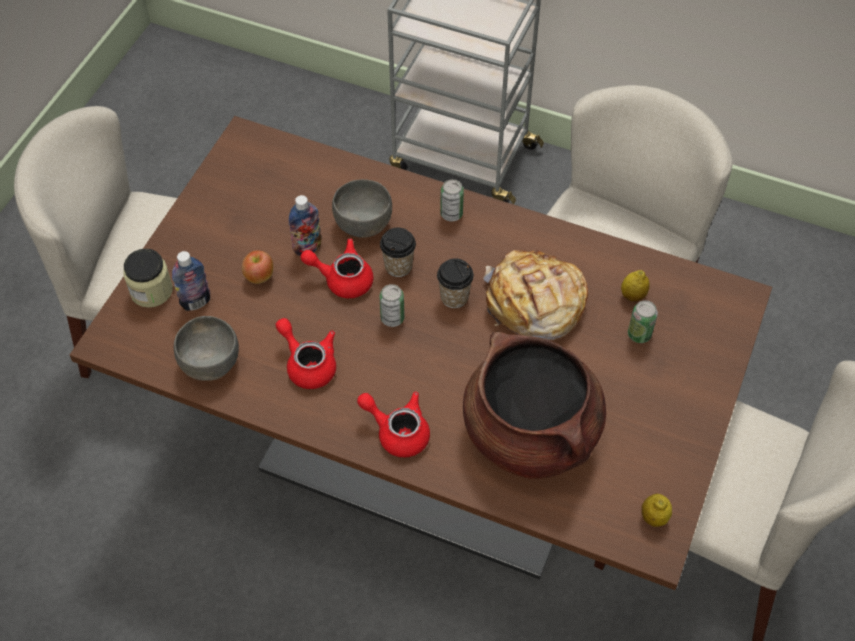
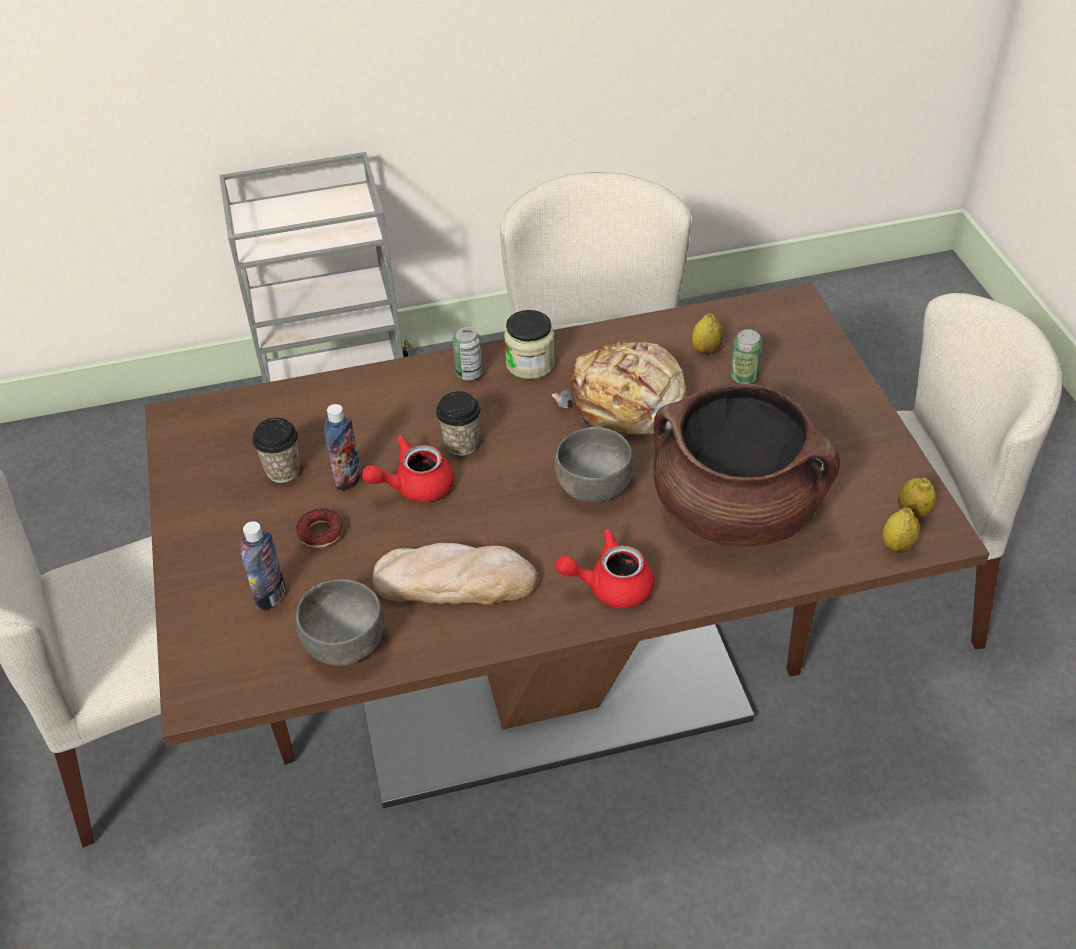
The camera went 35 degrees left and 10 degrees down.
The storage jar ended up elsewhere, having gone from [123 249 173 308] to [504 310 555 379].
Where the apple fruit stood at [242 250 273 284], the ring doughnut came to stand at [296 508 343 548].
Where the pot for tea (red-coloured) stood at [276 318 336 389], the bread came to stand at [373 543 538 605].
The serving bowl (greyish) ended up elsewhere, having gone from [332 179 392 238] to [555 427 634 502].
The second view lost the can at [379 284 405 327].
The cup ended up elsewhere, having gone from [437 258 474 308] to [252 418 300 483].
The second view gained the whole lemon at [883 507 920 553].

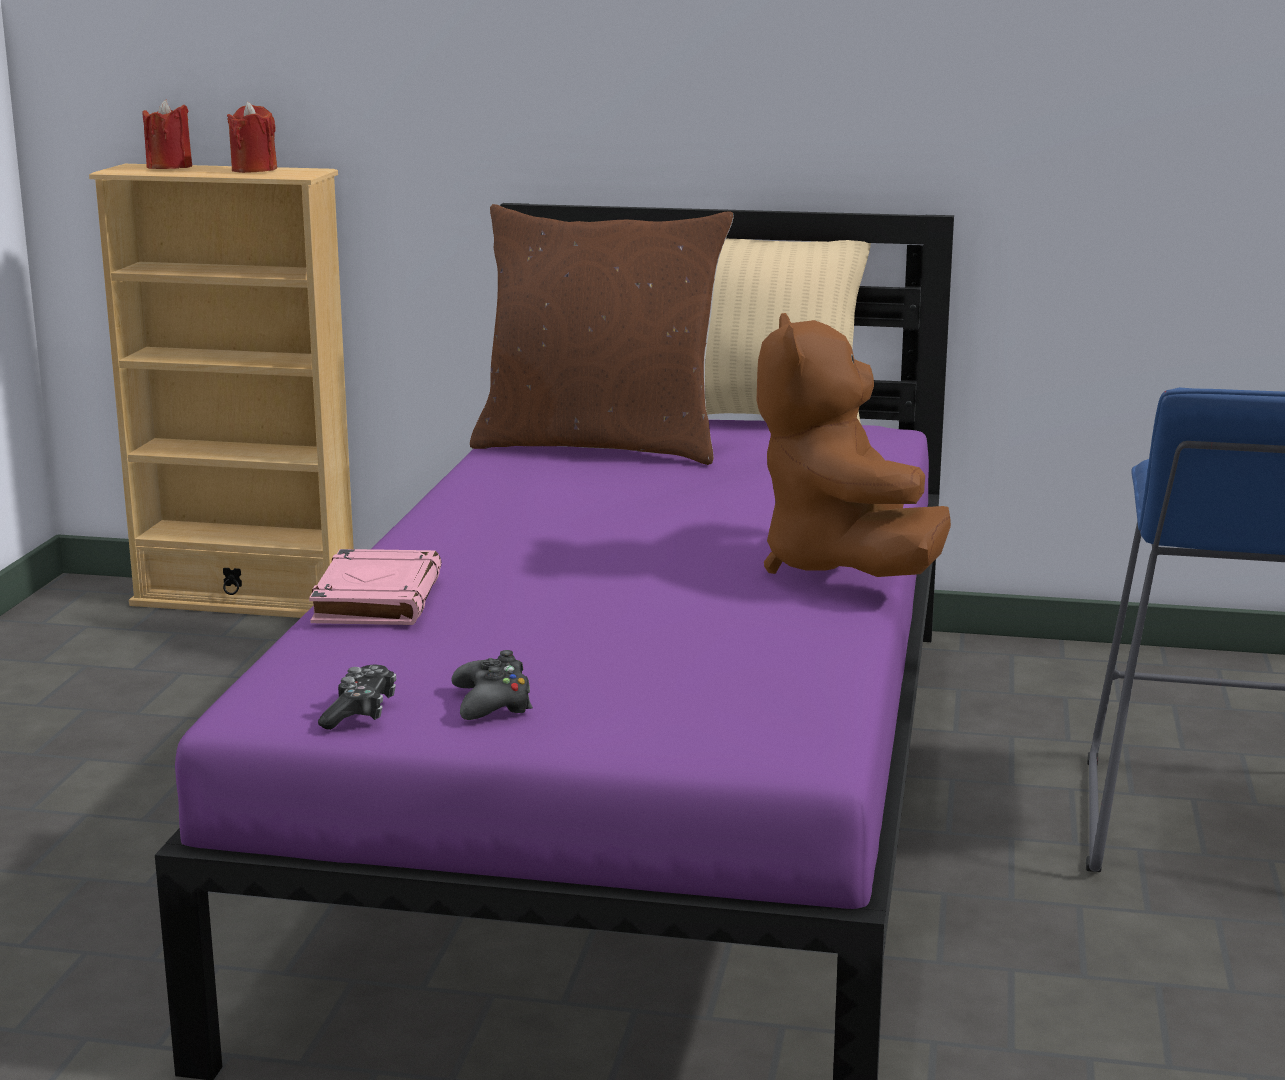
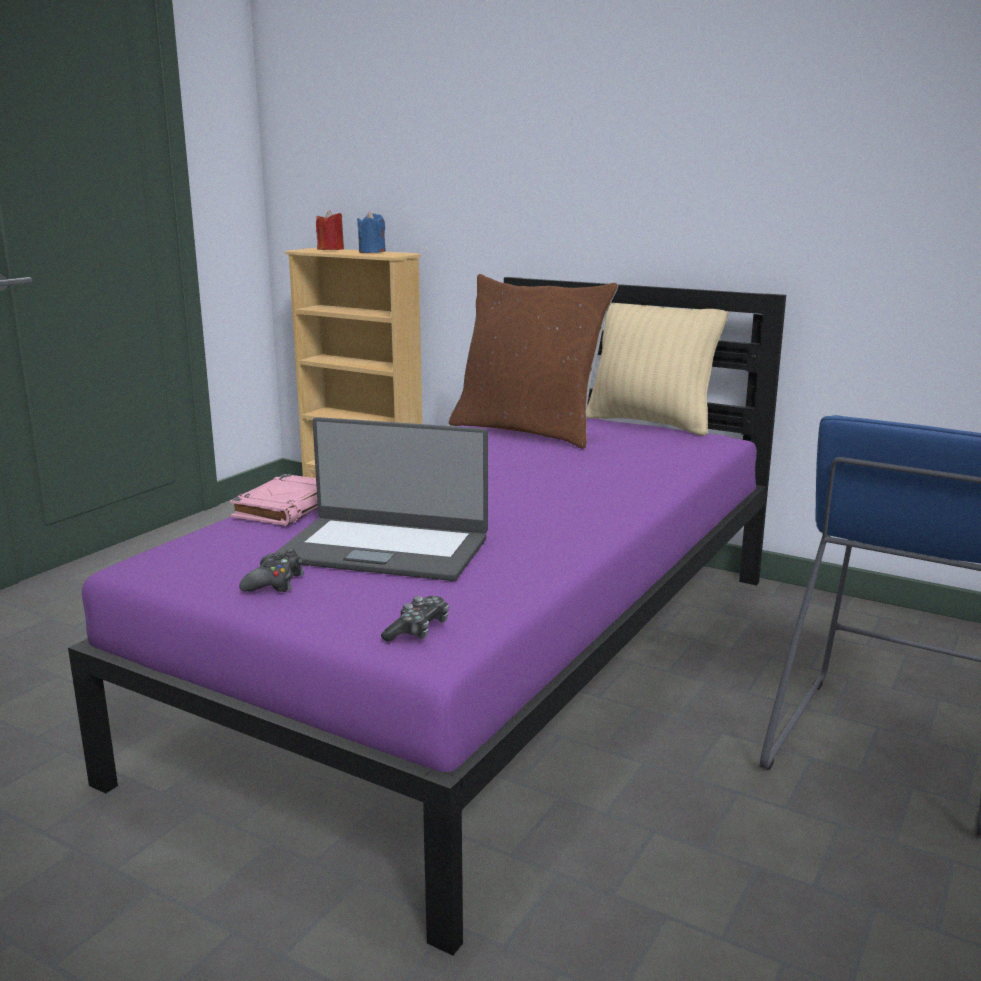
The camera went 20 degrees right and 0 degrees up.
What was the candle (red-coloured) at [227 102 277 173] turned into the candle (blue-coloured) at [357 211 386 253].
The joypad ended up elsewhere, having gone from [318 665 396 730] to [381 596 449 641].
The second view lost the plush toy (brown-coloured) at [757 313 951 577].
The second view gained the portable computer at [275 417 488 581].

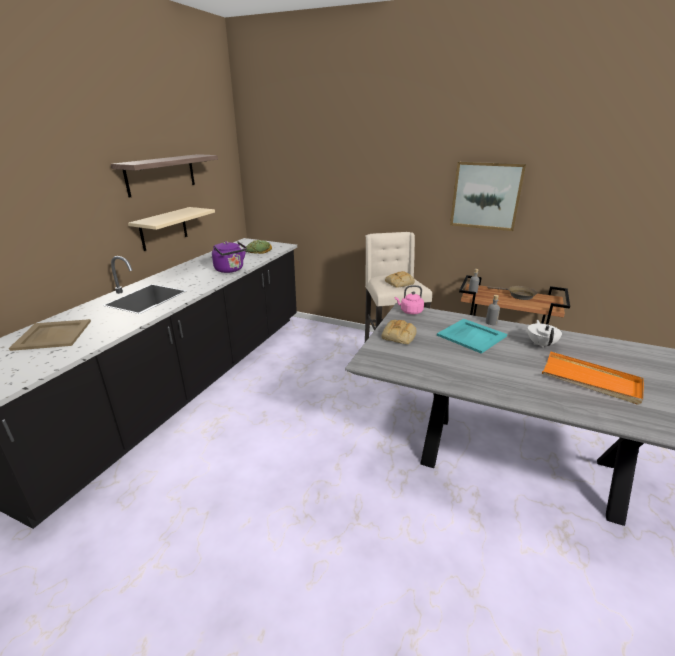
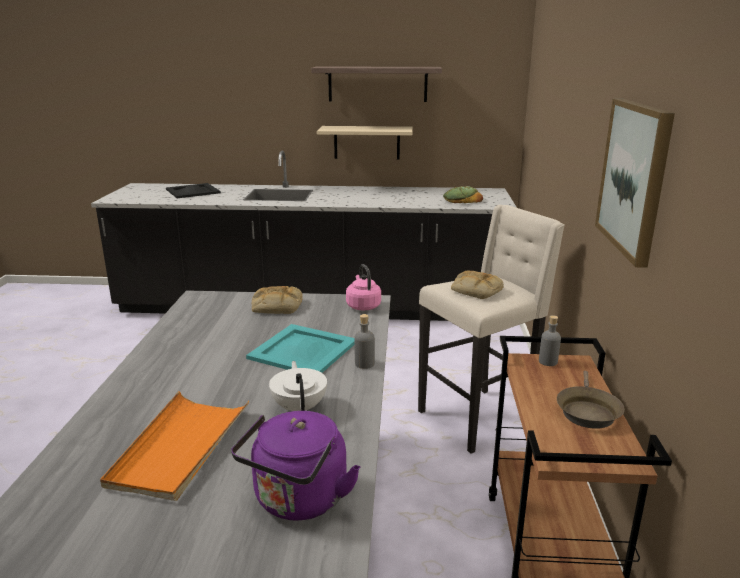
The camera went 70 degrees right and 5 degrees down.
What was the carrying tray (beige) at [9 319 91 351] turned into the carrying tray (black-coloured) at [166 183 221 198].
The tea kettle (purple-coloured) ended up elsewhere, having gone from [212 241 247 273] to [231 411 360 521].
The pot for tea (white) at [528 320 562 348] ended up facing another way, 90 degrees counterclockwise from before.

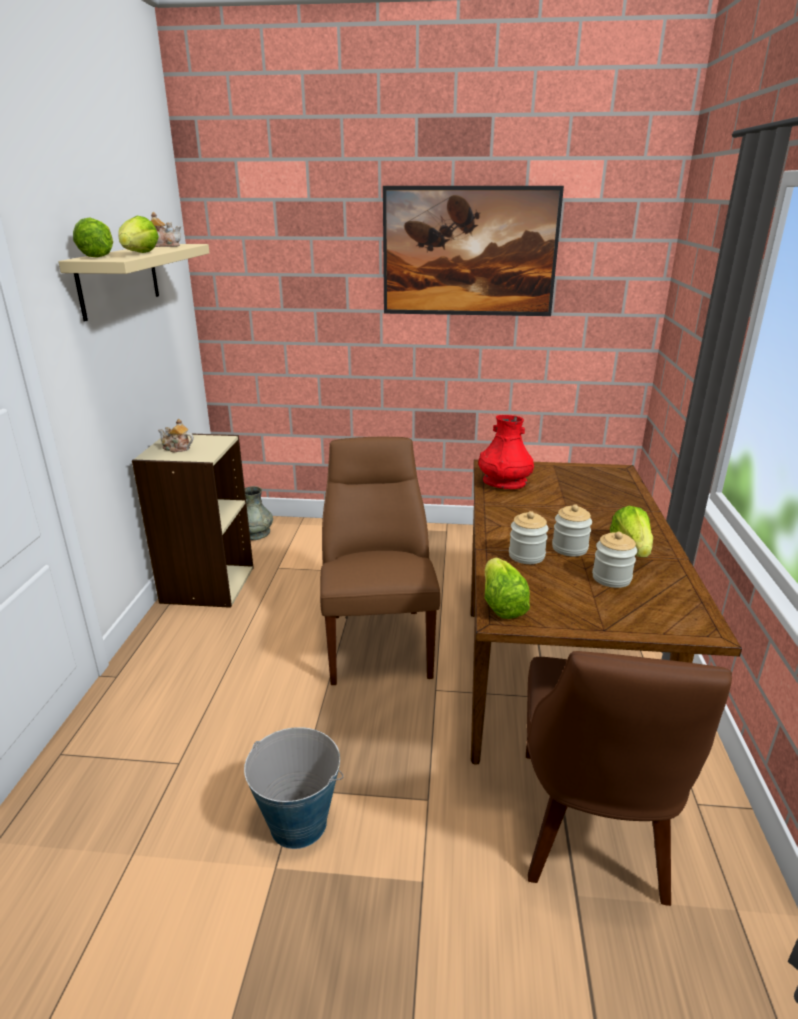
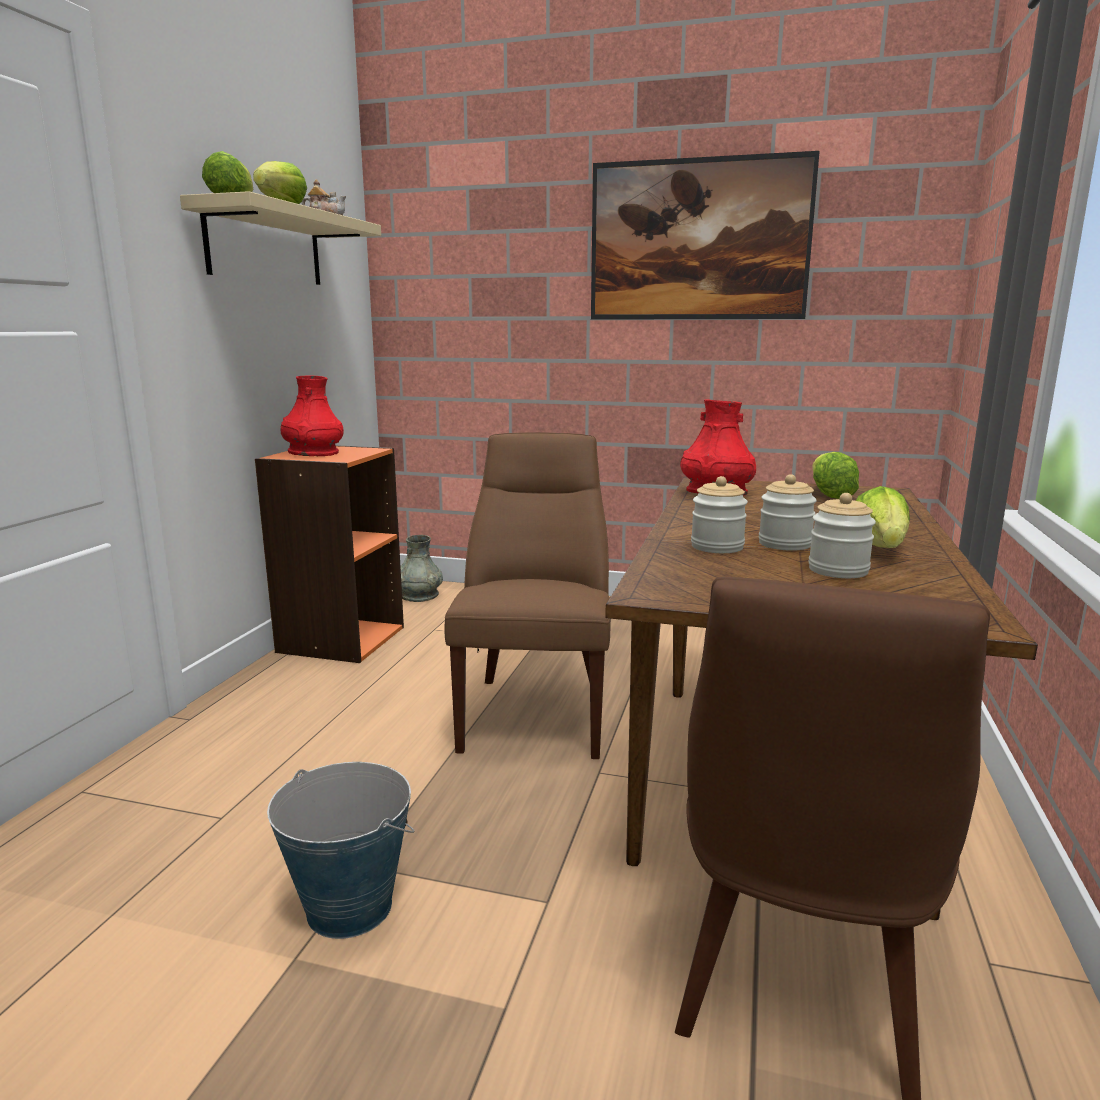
The camera went 10 degrees right and 10 degrees down.
What was the bookshelf (beige) at [132 433 254 608] turned into the bookshelf (orange-coloured) at [255 445 404 663].
Where the pot for tea stood at [158 419 194 452], the decorative vase (red-coloured) came to stand at [281 375 344 456].
The lettuce ended up elsewhere, having gone from [485 557 530 619] to [813 452 859 499].

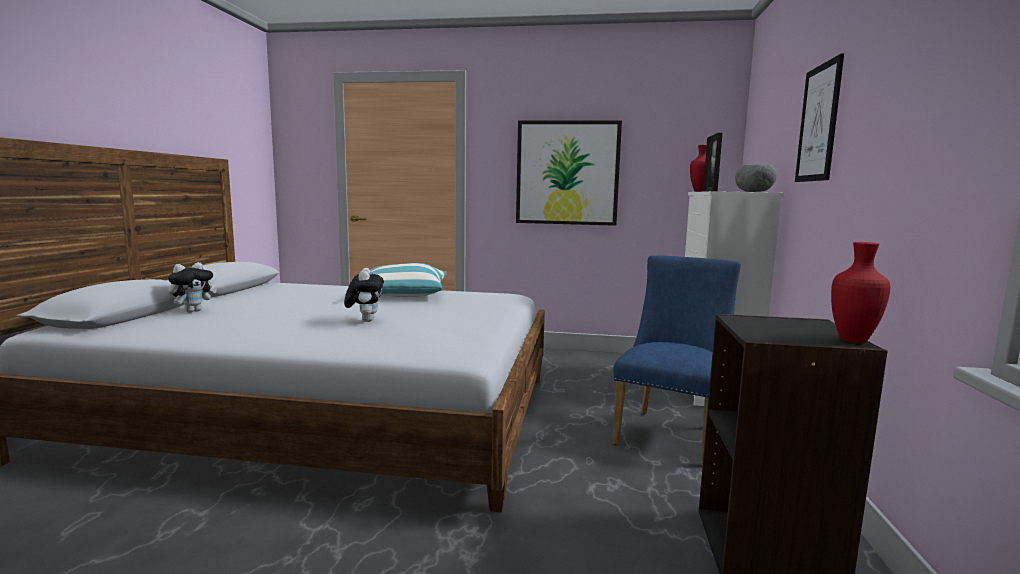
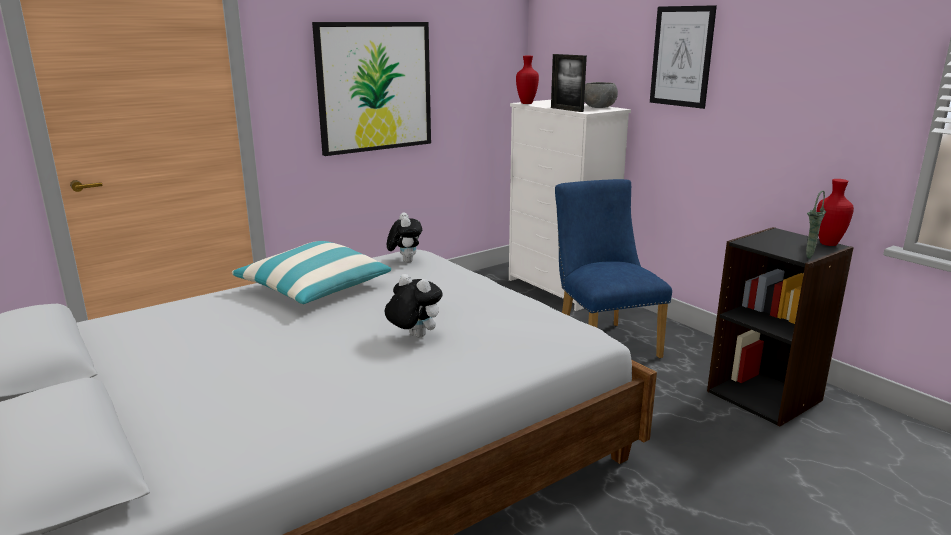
The camera went 45 degrees left and 10 degrees up.
The plush toy ended up elsewhere, having gone from [168 262 217 313] to [387 212 422 263].
The second view gained the decorative vase (greenish) at [806 190 826 259].

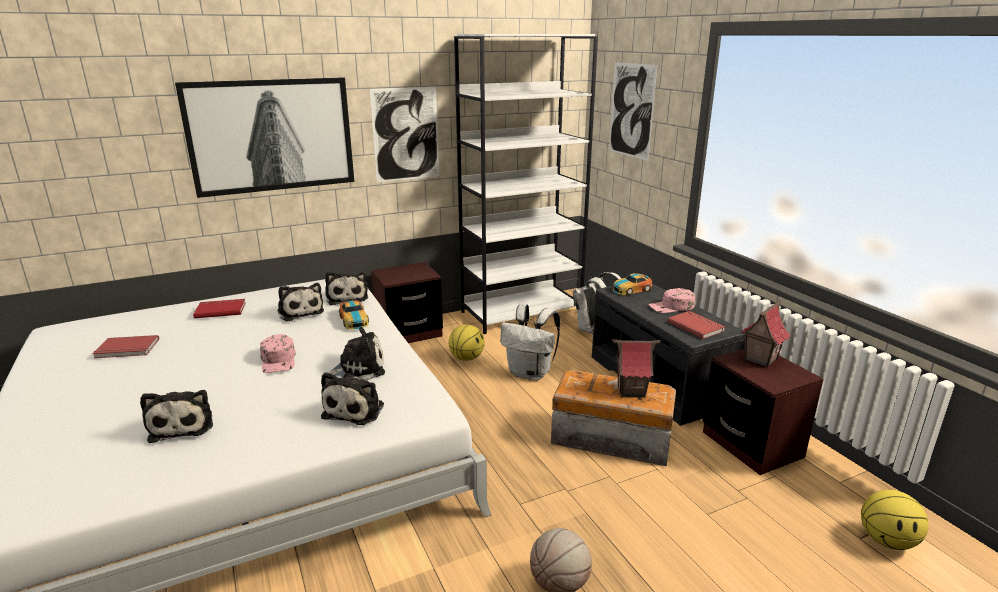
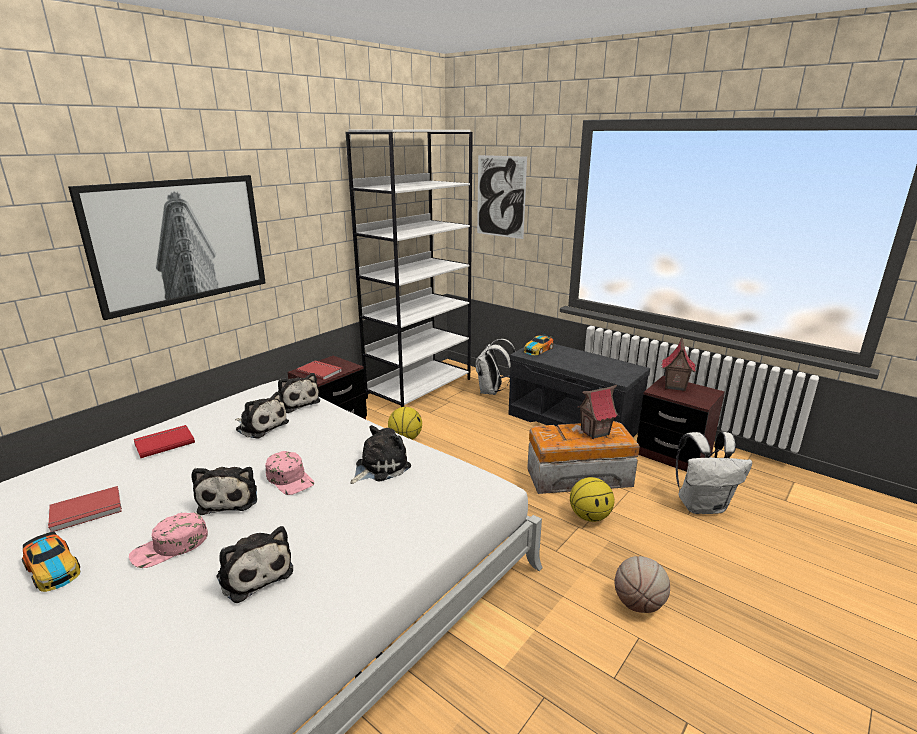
The camera went 25 degrees left and 0 degrees up.
The plush toy ended up elsewhere, having gone from [321 372 384 425] to [191 467 257 515].
The toy car ended up elsewhere, having gone from [339 299 369 330] to [22 532 80 592].
The second view lost the wall art at [370 87 439 182].
The knapsack (white) ended up elsewhere, having gone from [500 304 560 381] to [676 432 752 514].
The cap (pink-coloured) ended up elsewhere, having gone from [649 288 695 313] to [129 512 208 568].
The volume (red-coloured) ended up elsewhere, having gone from [667 311 725 339] to [296 361 342 380].
The ball for basketball ended up elsewhere, having gone from [861 490 929 550] to [570 477 614 522].

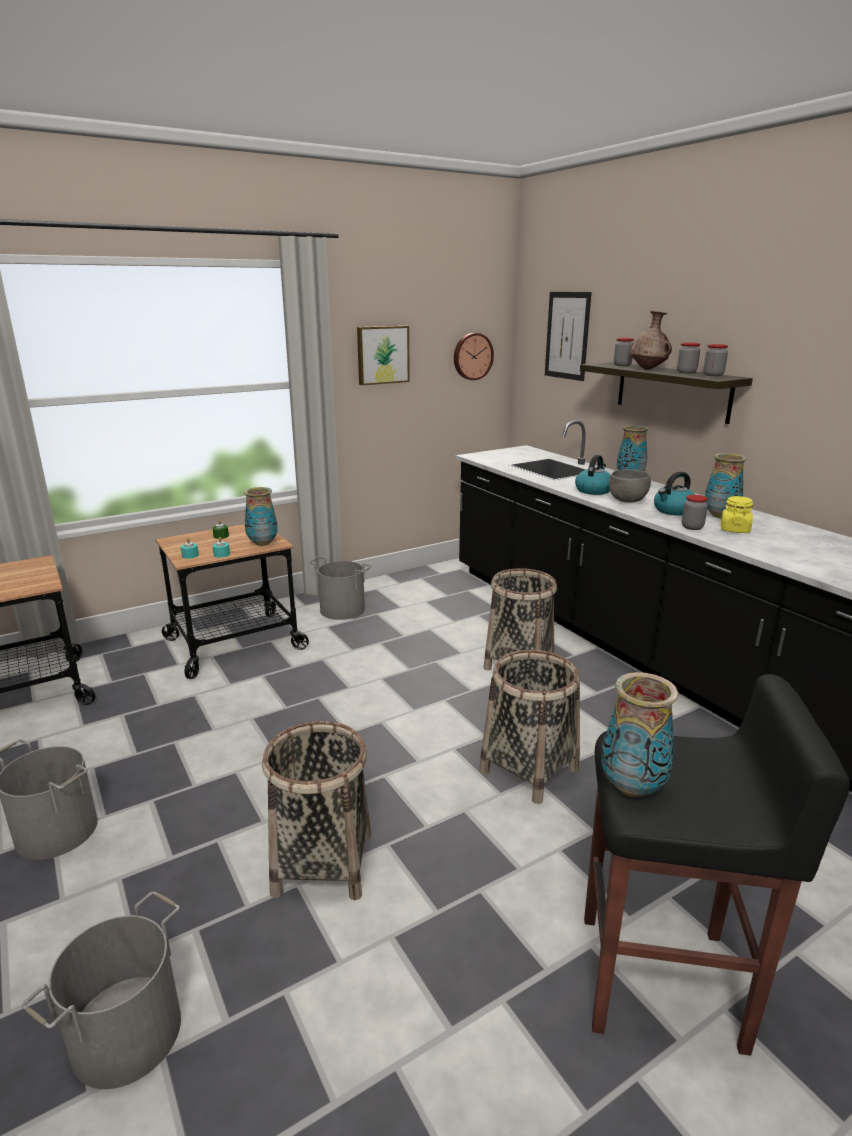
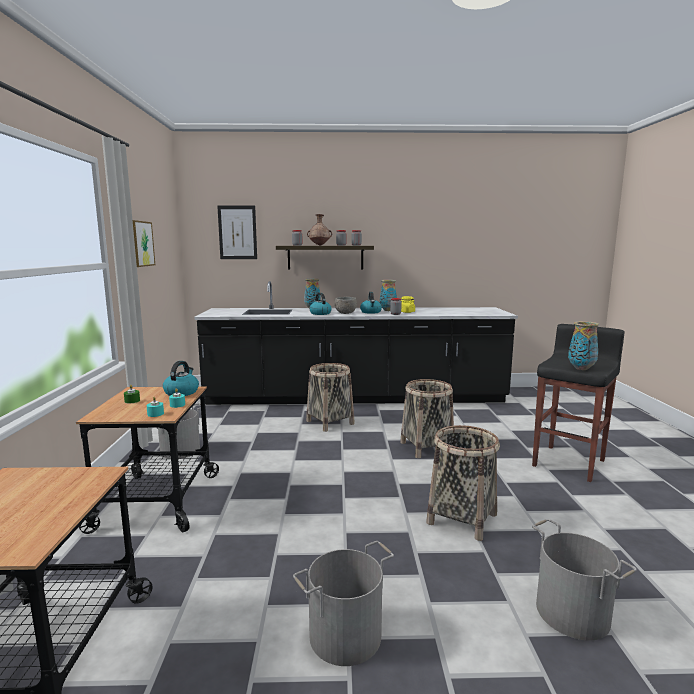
The camera went 60 degrees left and 10 degrees down.
Where the decorative vase stood at [244 487 278 546], the tea kettle came to stand at [163 361 199 396].
The second view lost the clock on the wall at [454 333 494 380].

